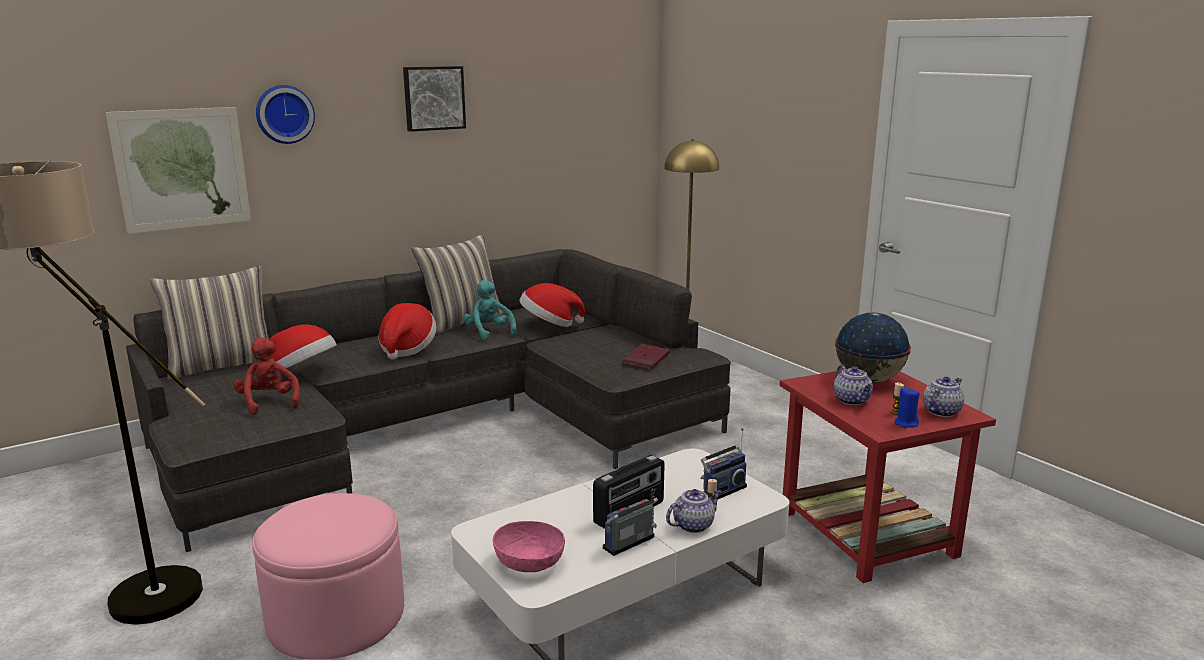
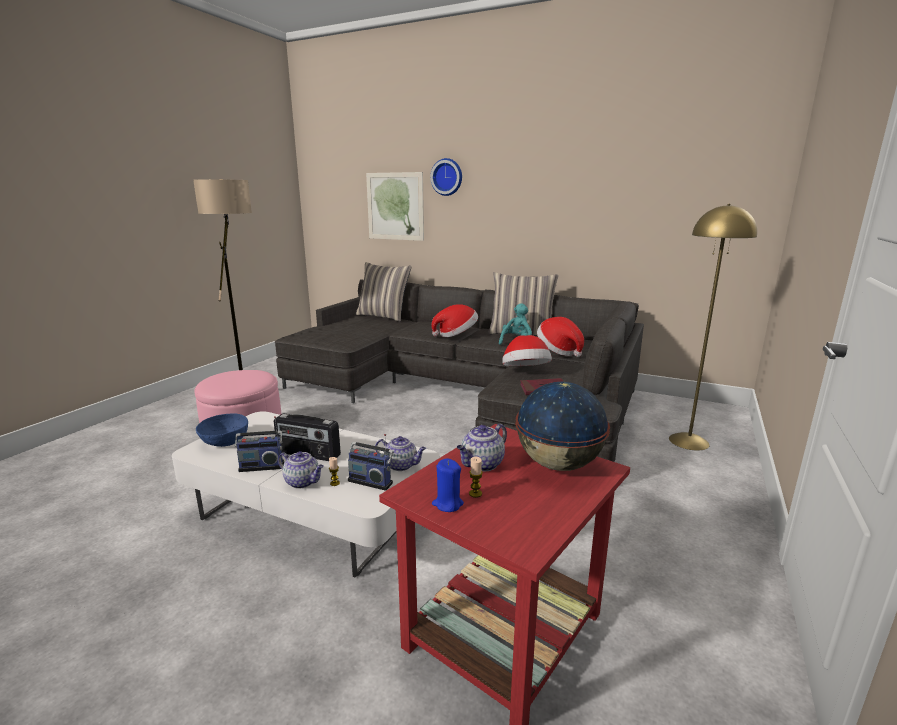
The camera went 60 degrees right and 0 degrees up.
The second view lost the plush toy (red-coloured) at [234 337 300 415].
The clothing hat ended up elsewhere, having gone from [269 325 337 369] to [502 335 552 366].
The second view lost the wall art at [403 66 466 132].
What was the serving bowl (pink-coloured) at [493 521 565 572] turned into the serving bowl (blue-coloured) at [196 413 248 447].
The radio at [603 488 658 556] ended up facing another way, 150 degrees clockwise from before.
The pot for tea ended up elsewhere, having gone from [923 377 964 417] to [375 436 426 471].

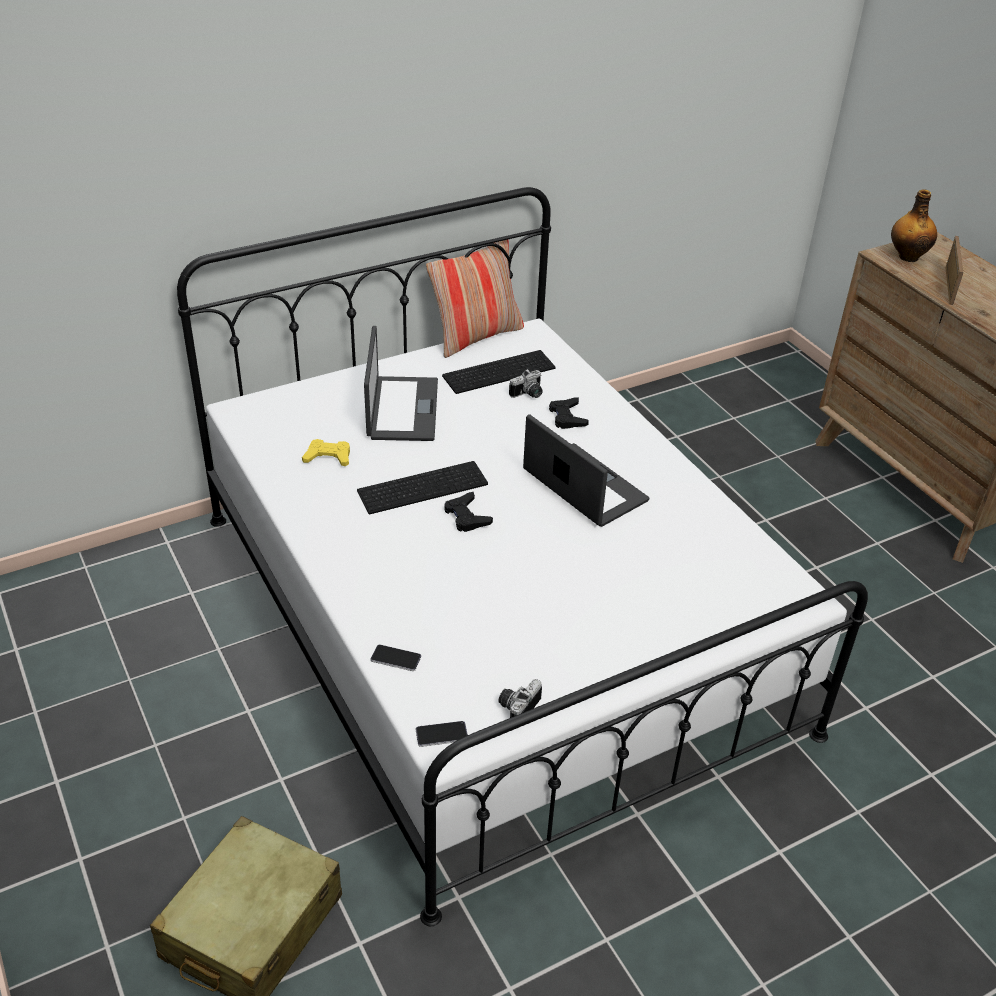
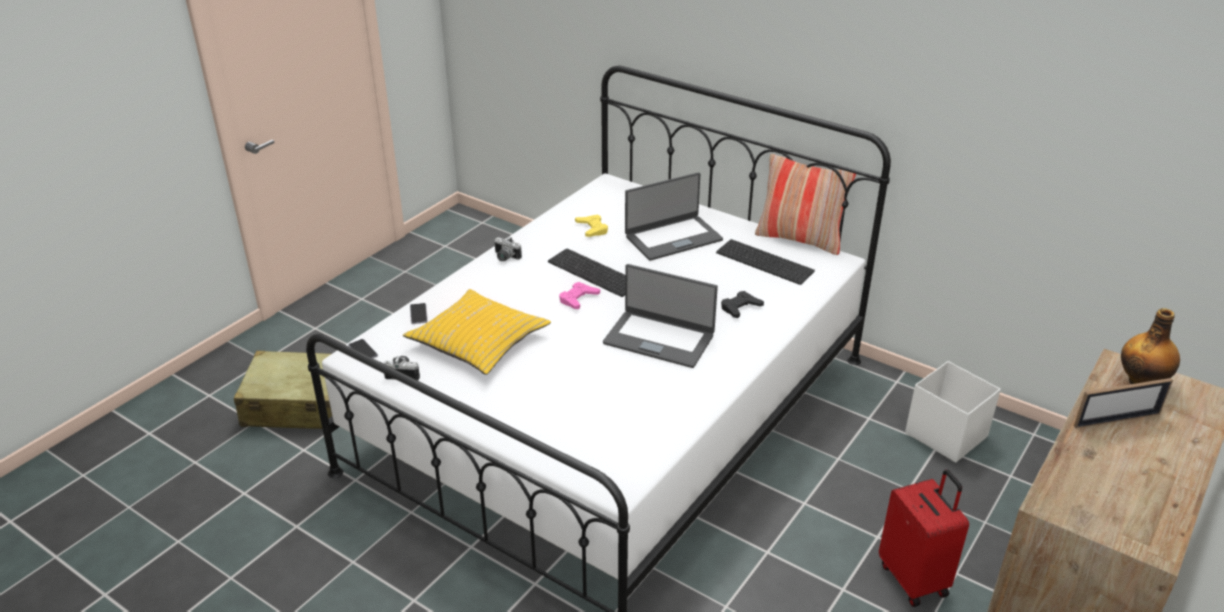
The camera went 65 degrees right and 5 degrees down.
What was the joypad (black-coloured) at [444 492 493 532] turned into the joypad (pink-coloured) at [559 282 600 309].
The photo camera ended up elsewhere, having gone from [509 369 542 398] to [494 237 522 261].
The portable computer at [523 414 649 527] ended up facing another way, 90 degrees clockwise from before.
The second view gained the throw pillow (yellow) at [403 289 551 375].
The second view gained the suitcase (red-coloured) at [879 469 969 607].
The second view gained the storage bin (white) at [905 361 1001 463].

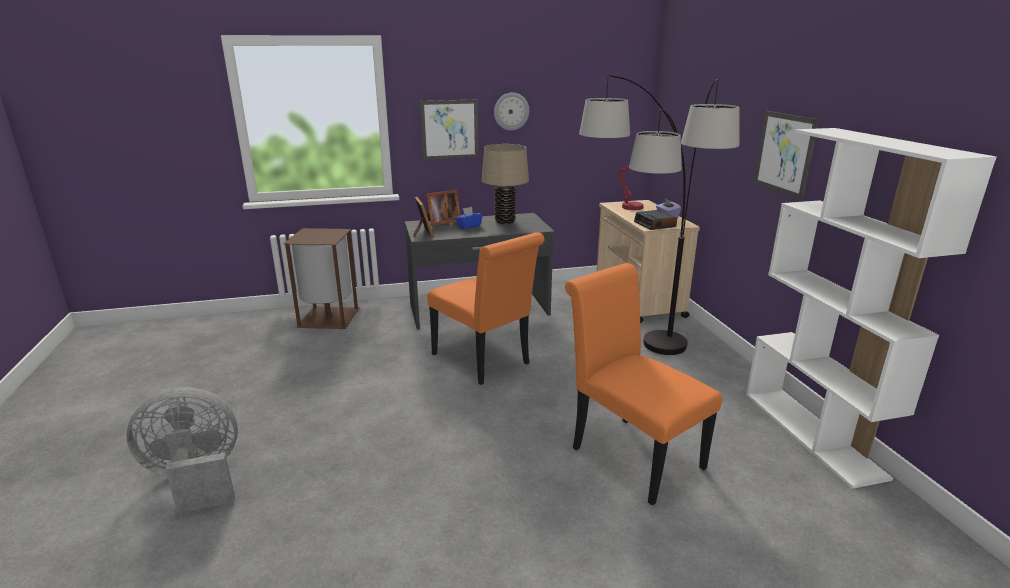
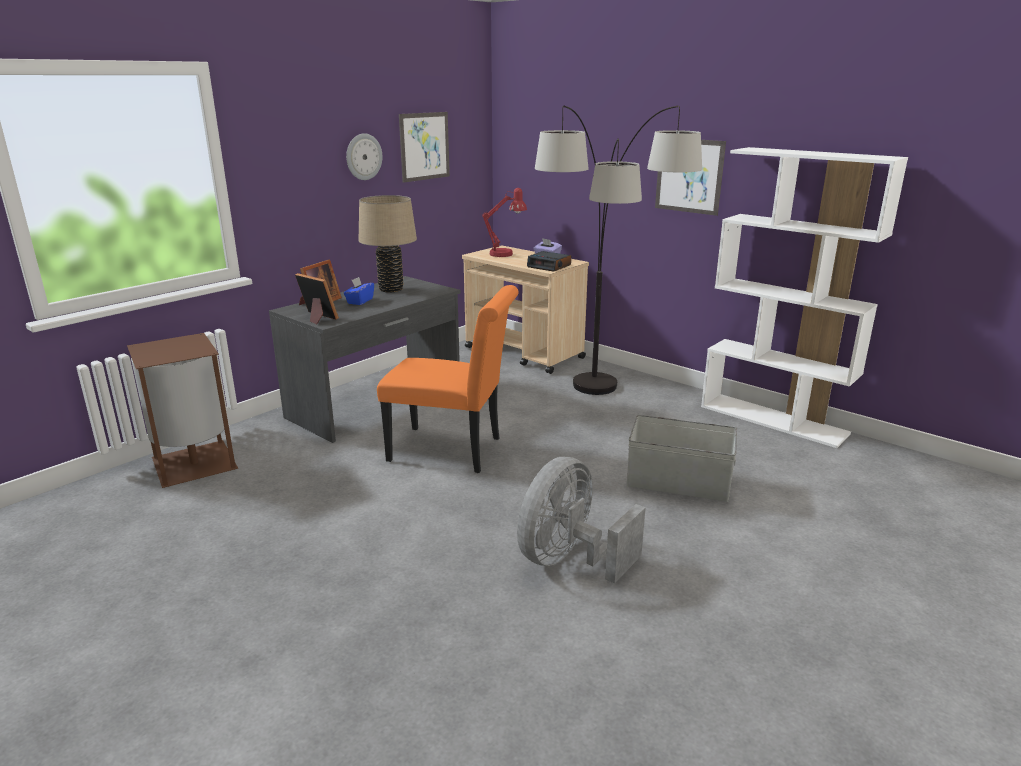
The camera went 35 degrees left and 0 degrees up.
The electric fan (greyish) ended up elsewhere, having gone from [127 387 238 514] to [517 457 646 584].
The wall art ended up elsewhere, having gone from [420 100 478 160] to [399 112 450 183].
Where the upright chair (orange-coloured) stood at [565 263 722 506], the storage bin (greyish) came to stand at [627 415 737 502].

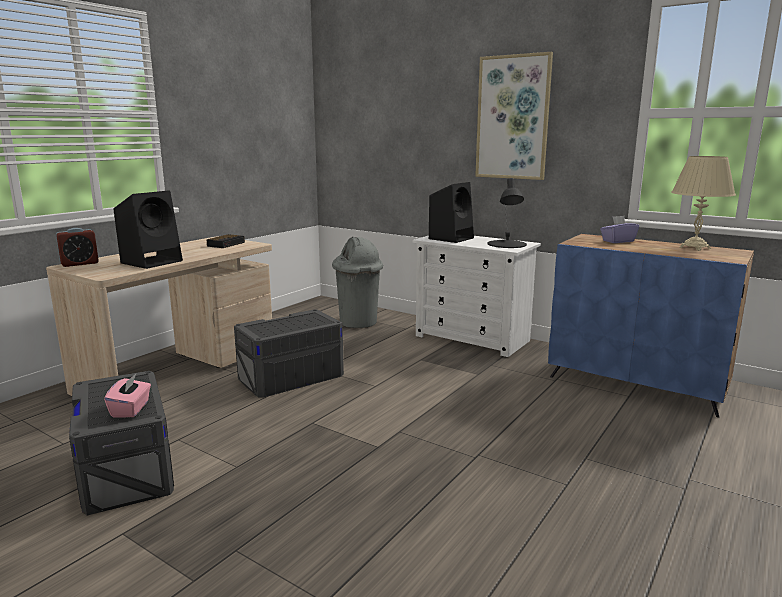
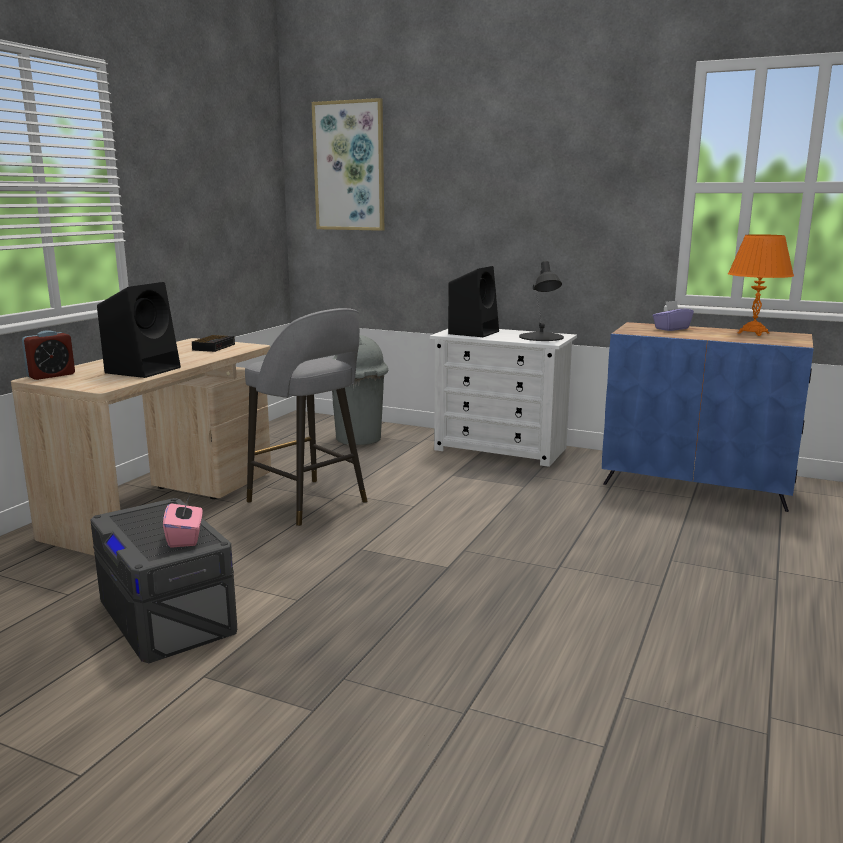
The camera went 10 degrees left and 0 degrees up.
Where the storage bin (greyish) stood at [234 309 344 398], the sitting stool (greyish) came to stand at [245 308 367 526].
The wall art ended up elsewhere, having gone from [475 52 553 180] to [312 98 384 231].
What was the tabletop lamp (beige) at [671 156 736 251] turned into the tabletop lamp (orange-coloured) at [728 234 794 336].

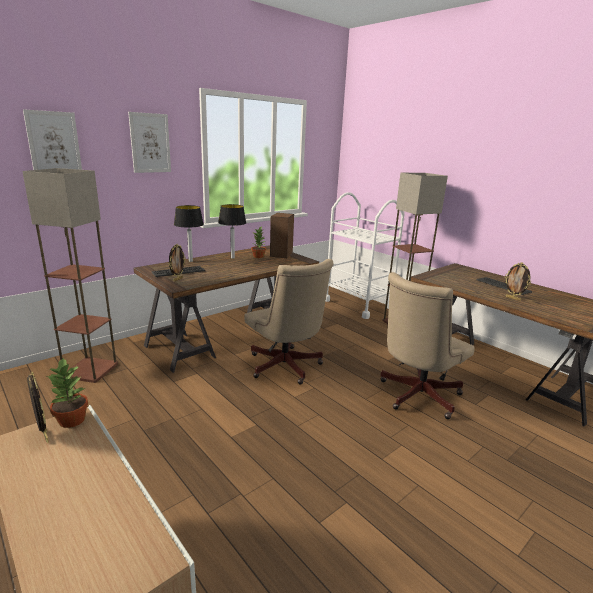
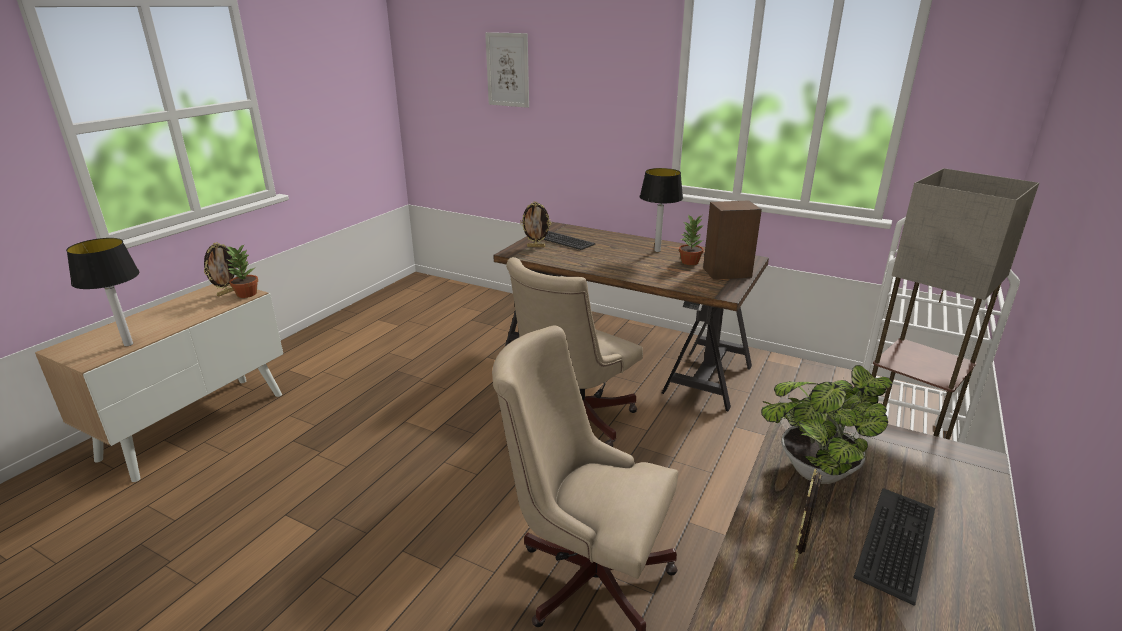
The camera went 70 degrees right and 5 degrees up.
The second view lost the standing lamp at [22 168 118 383].
The second view lost the wall art at [128 112 171 173].
The tabletop lamp ended up elsewhere, having gone from [174 205 204 262] to [66 238 139 346].
The second view gained the plant in a pot at [761 365 893 484].

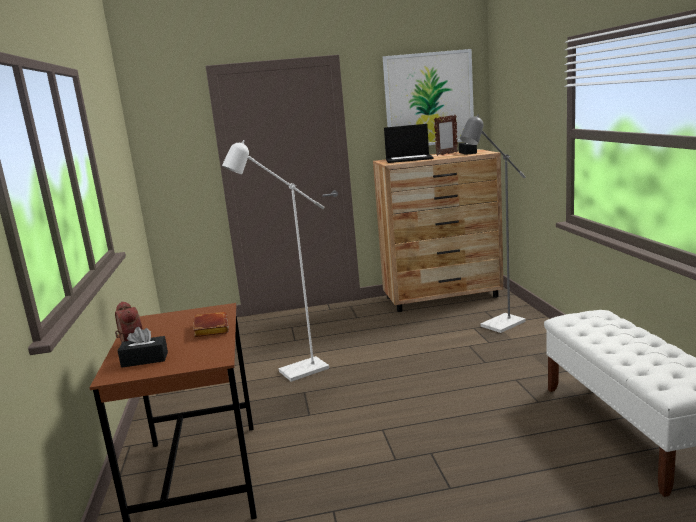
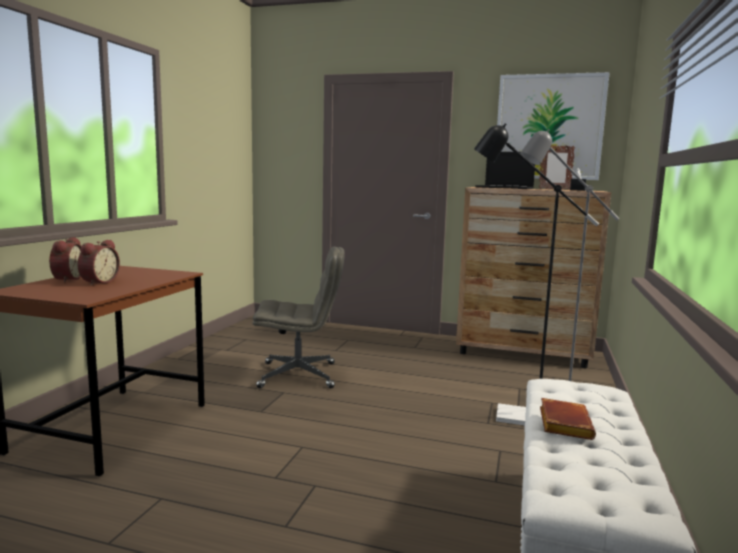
The camera went 25 degrees right and 5 degrees down.
The second view lost the box of tissues (black-coloured) at [118 327 168 368].
The volume (brown-coloured) ended up elsewhere, having gone from [193 312 229 337] to [540 398 596 440].
Where the standing lamp (white) stood at [222 140 329 382], the desk chair (greyish) came to stand at [252 247 345 388].
The second view gained the table clock at [77 240 120 286].
The second view gained the standing lamp (black-coloured) at [474 123 599 425].

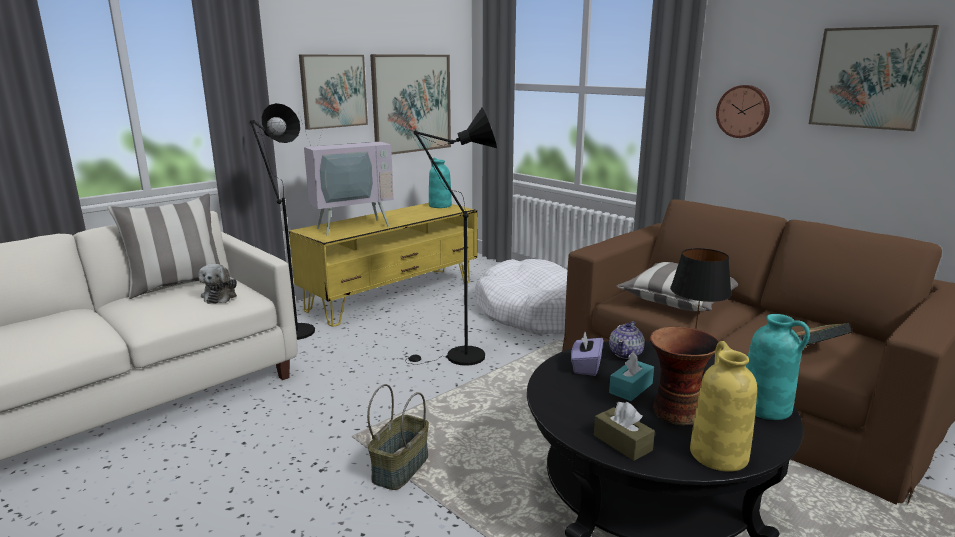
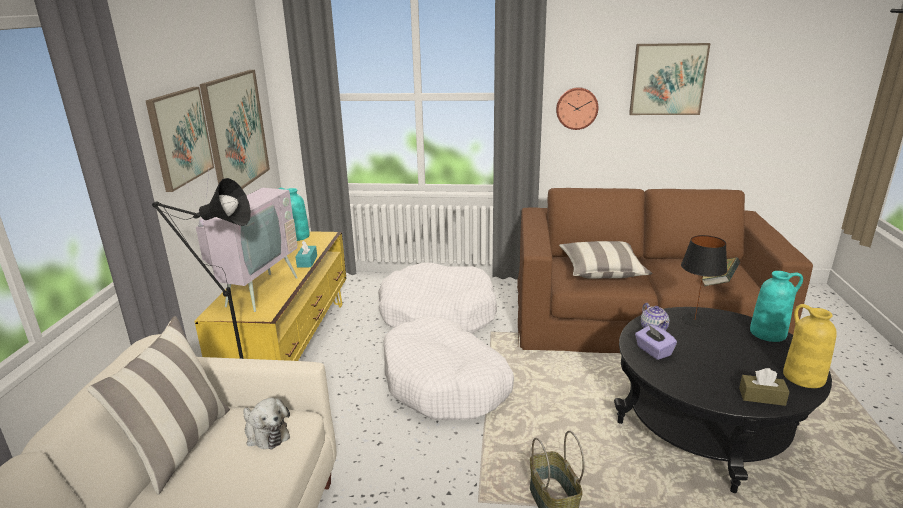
The camera went 40 degrees left and 5 degrees up.
Where the standing lamp (black-coloured) stood at [405 108 497 366], the pet bed (white) came to stand at [384 316 514 420].
The box of tissues (blue-green) ended up elsewhere, having gone from [609 352 654 401] to [296 240 317 268].
The second view lost the decorative vase at [649 326 719 425].

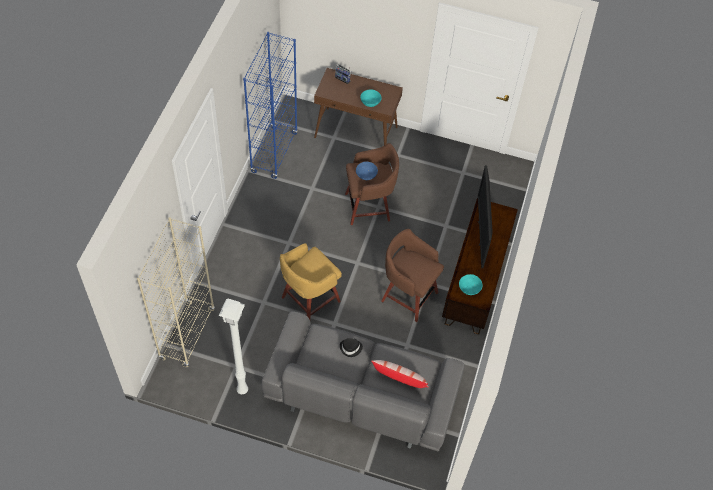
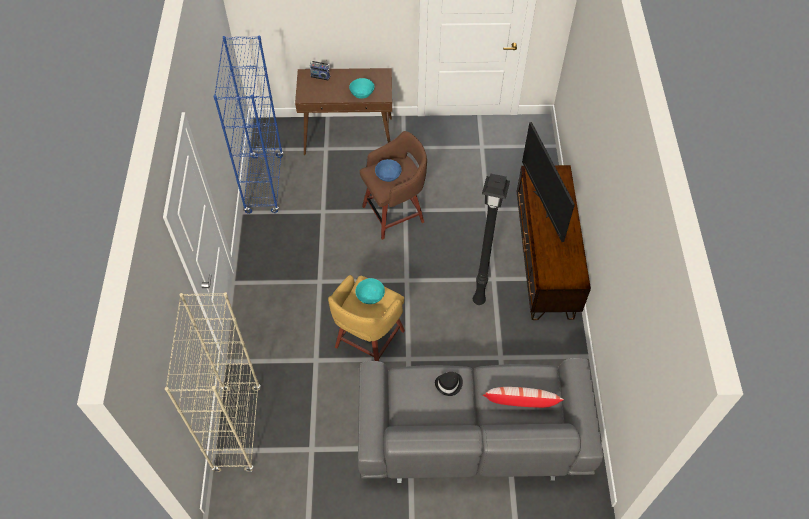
The camera went 15 degrees left and 0 degrees up.
The second view lost the standing lamp (white) at [219 298 248 394].
Where the sitting stool (brown-coloured) stood at [381 229 444 322], the standing lamp (black-coloured) came to stand at [473 173 510 305].
The serving bowl (blue-green) ended up elsewhere, having gone from [459 274 482 295] to [355 278 385 304].

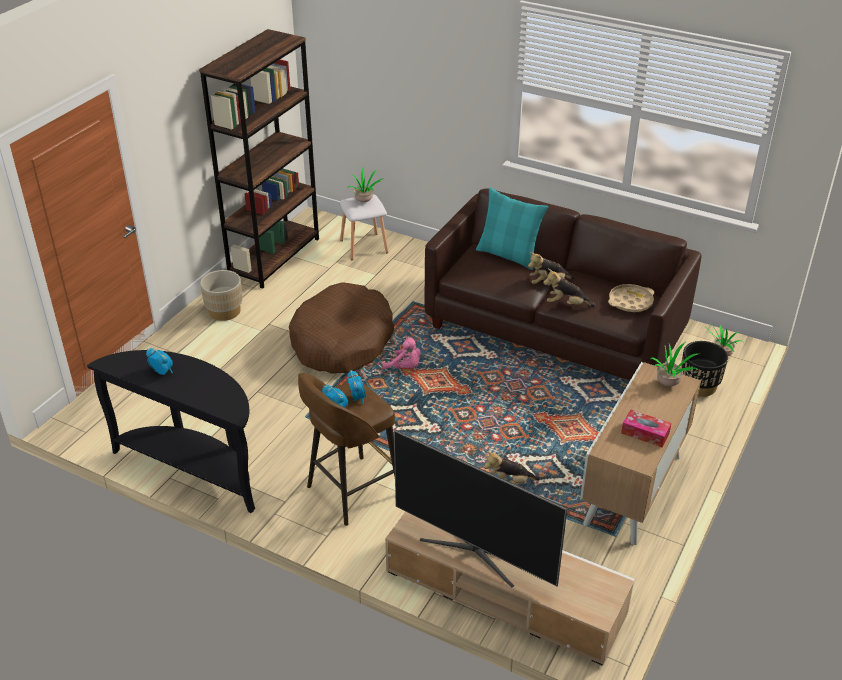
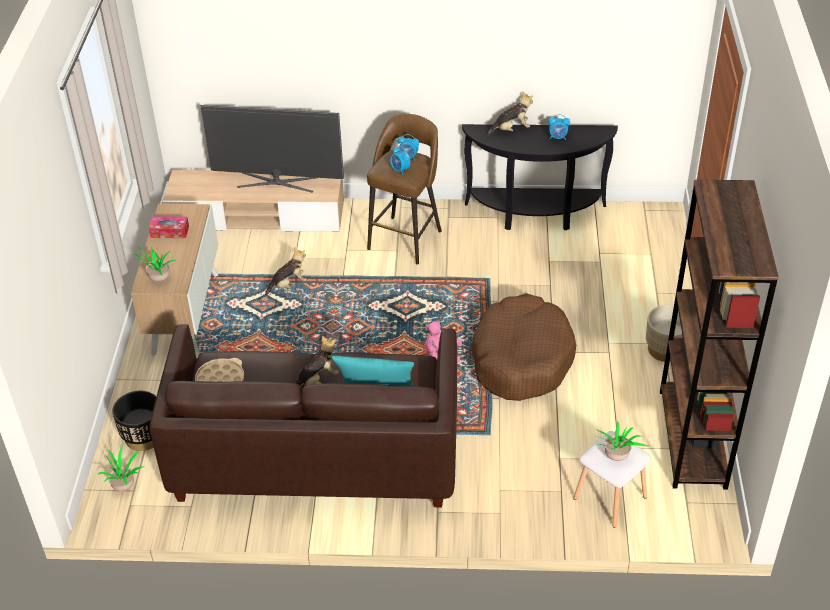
The camera went 155 degrees right and 5 degrees up.
The plush toy ended up elsewhere, having gone from [543 269 596 307] to [487 91 533 136].

